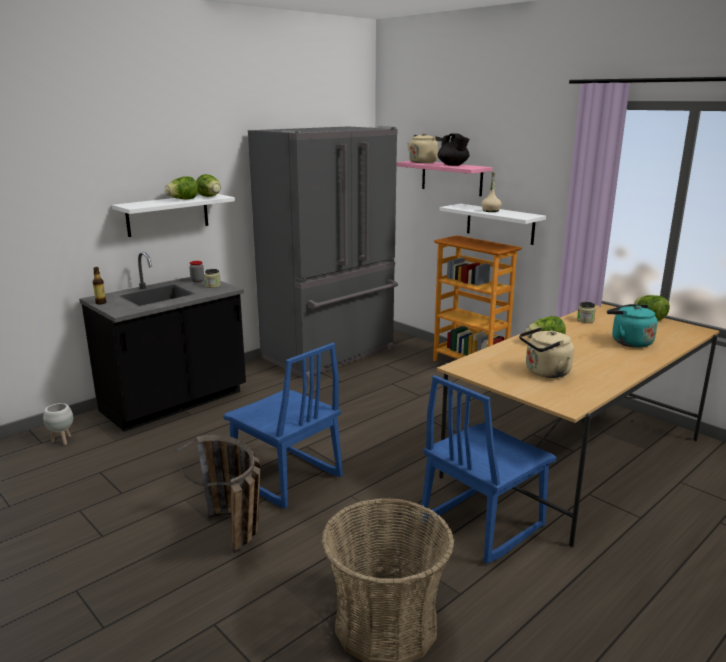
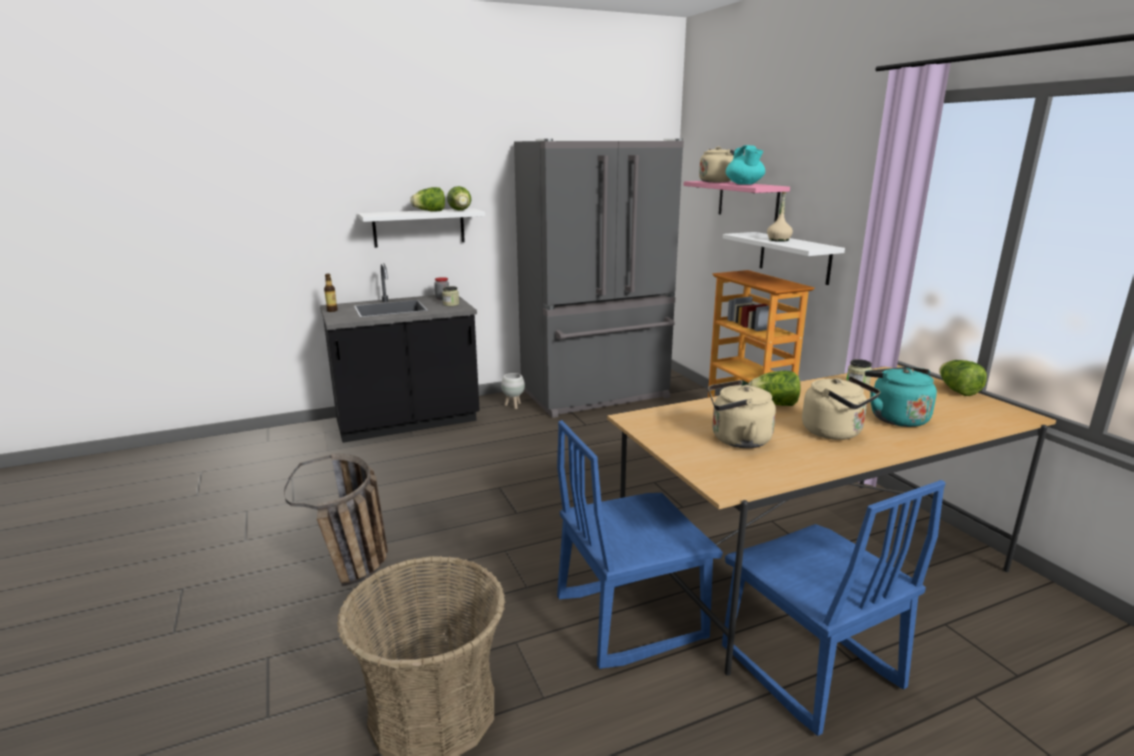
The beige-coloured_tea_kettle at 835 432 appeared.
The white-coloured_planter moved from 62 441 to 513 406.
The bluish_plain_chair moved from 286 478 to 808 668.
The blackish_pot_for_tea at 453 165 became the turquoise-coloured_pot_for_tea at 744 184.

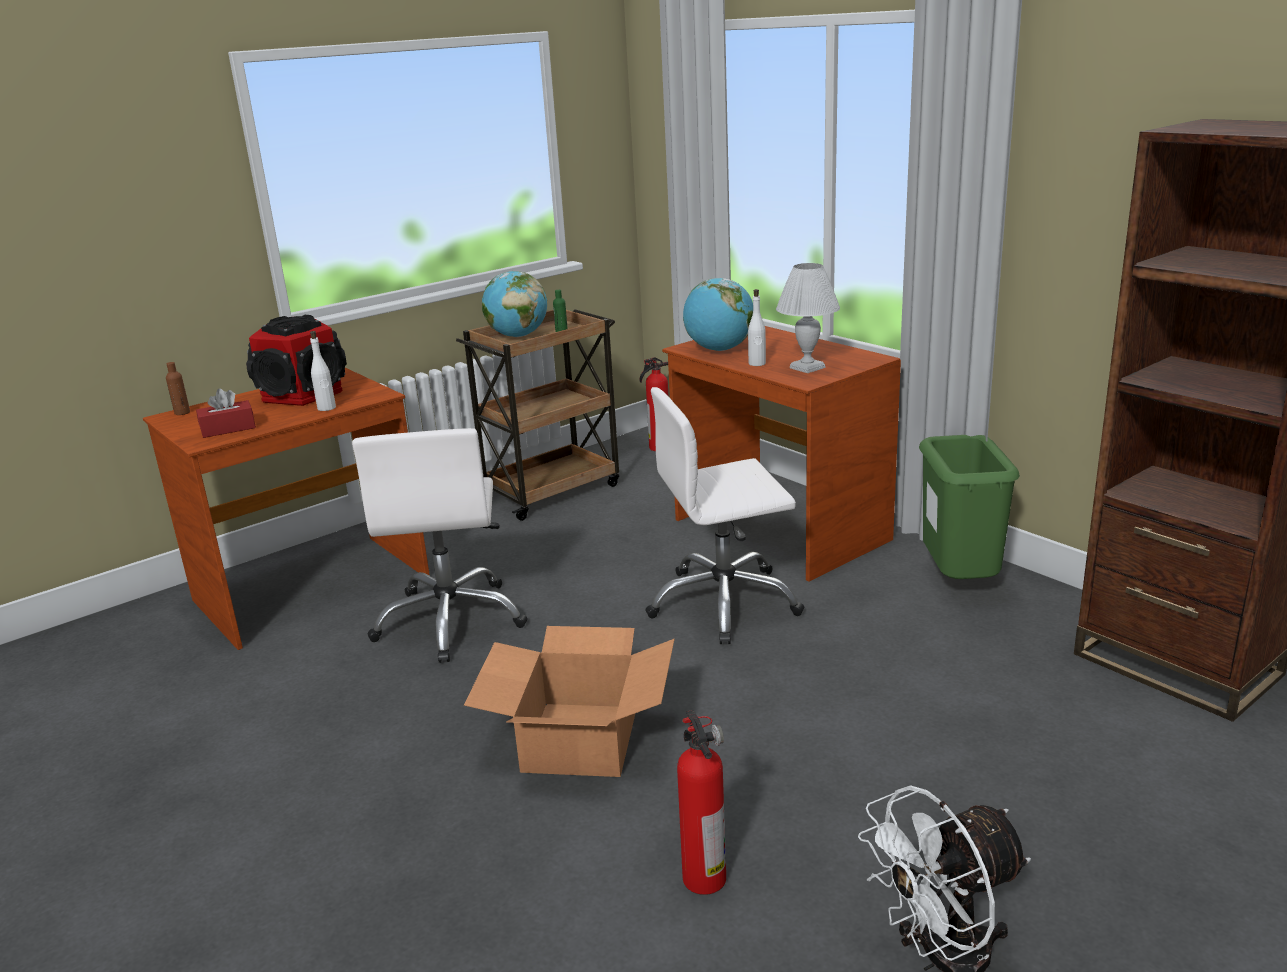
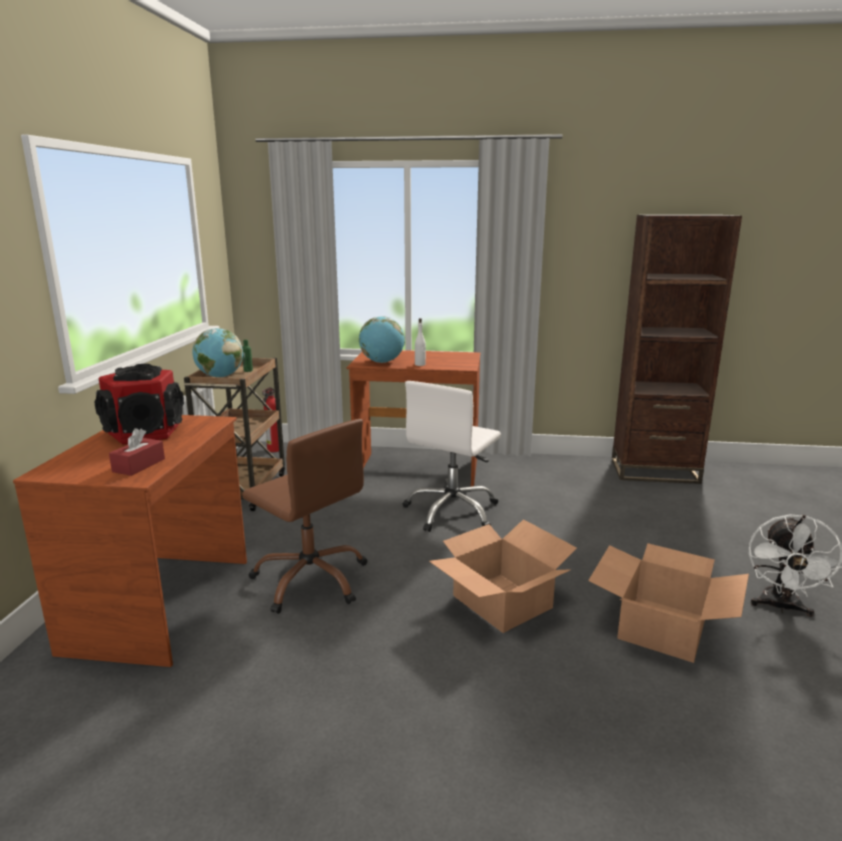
The brown-coloured_bottle at 182 413 disappeared.
The white-coloured_bottle at 326 408 disappeared.
The white-coloured_tabletop_lamp at 807 367 disappeared.
The green_rubbish_bin at 960 583 disappeared.
The fire_extinguisher at 703 876 was replaced by the packing_box at 661 628.
The white-coloured_computer_chair at 451 620 became the brown-coloured_computer_chair at 311 579.

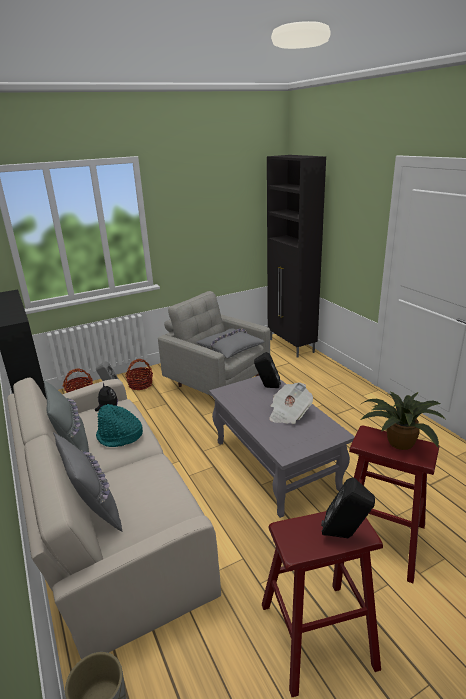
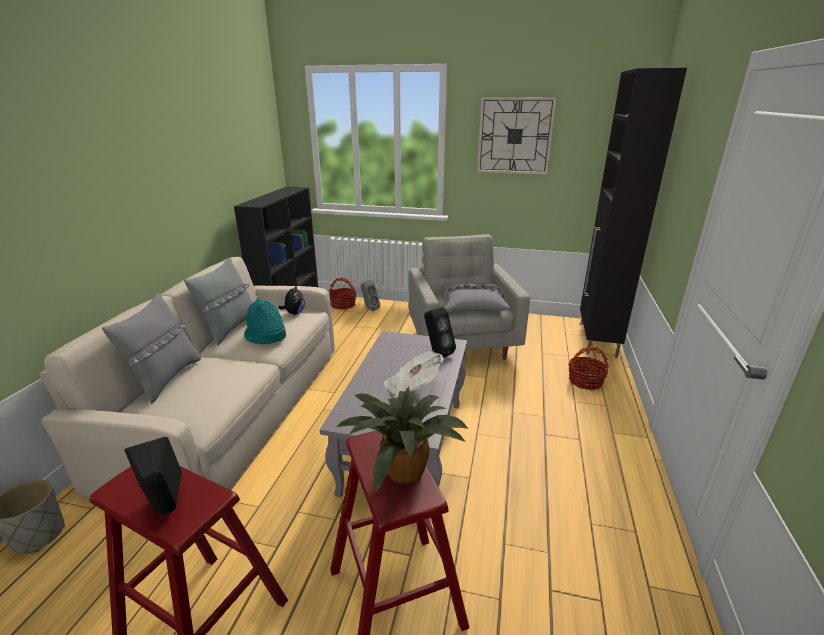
The wall_clock at 514 136 appeared.
The household_basket moved from 140 384 to 585 381.

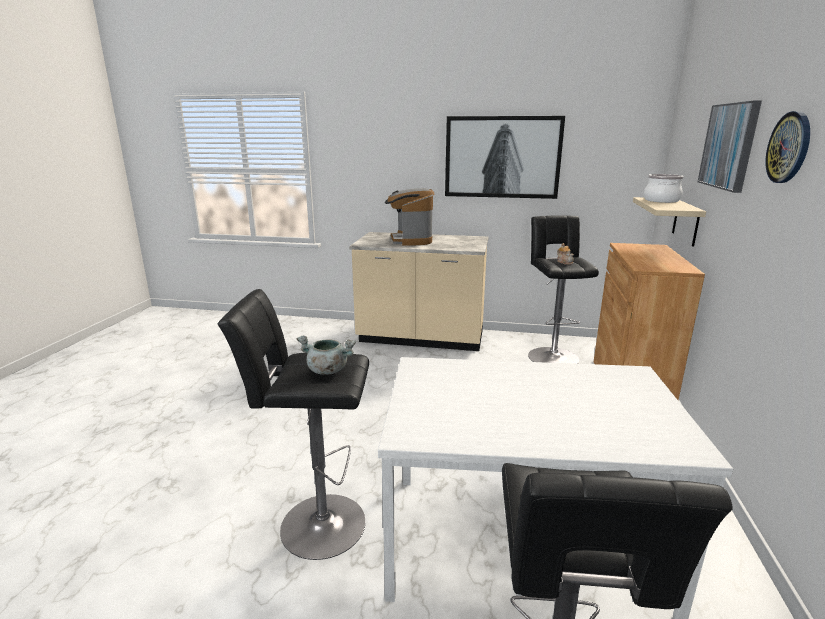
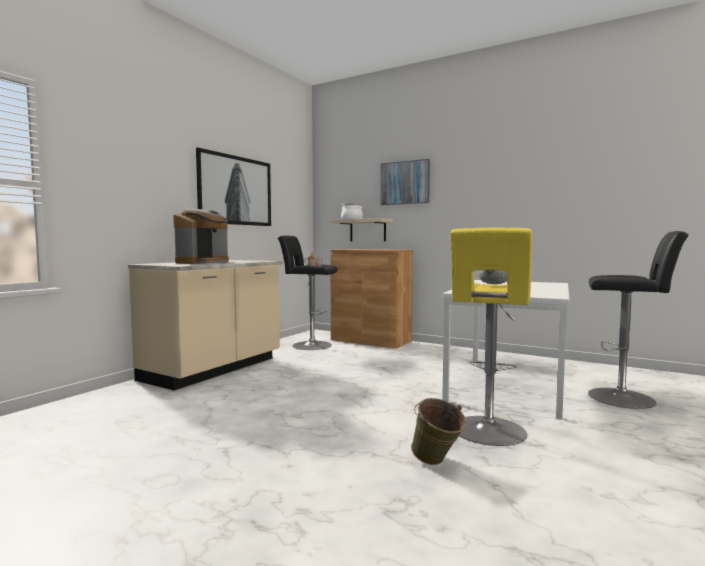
The wall_clock at 789 147 disappeared.
The green_pail at 437 463 appeared.
The blackish_stool_seat at 316 525 became the yellow-coloured_stool_seat at 488 432.
The coffee_machine at 410 240 turned 75 degrees counterclockwise.

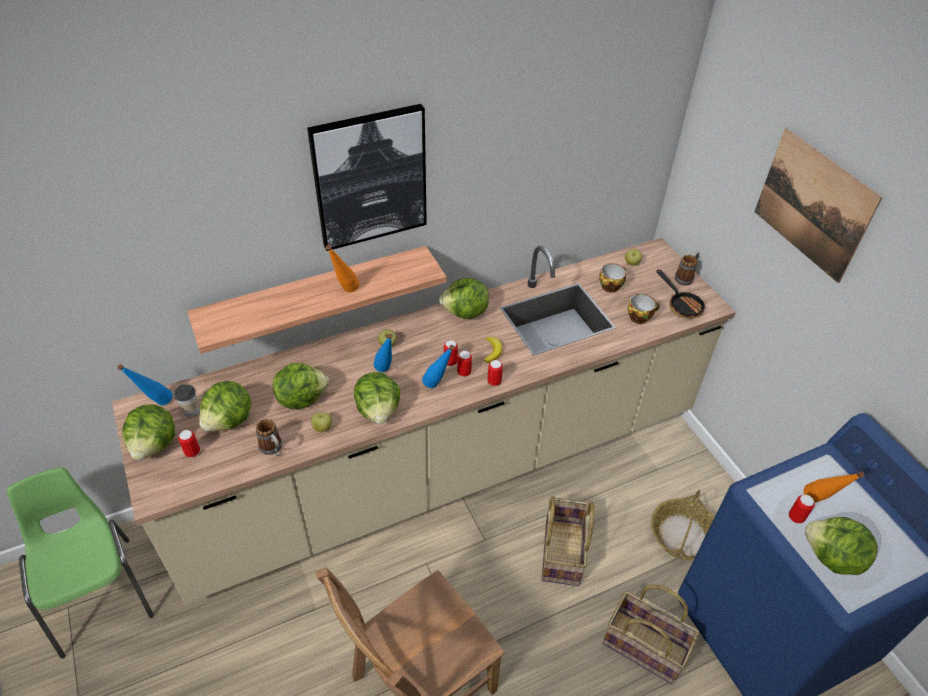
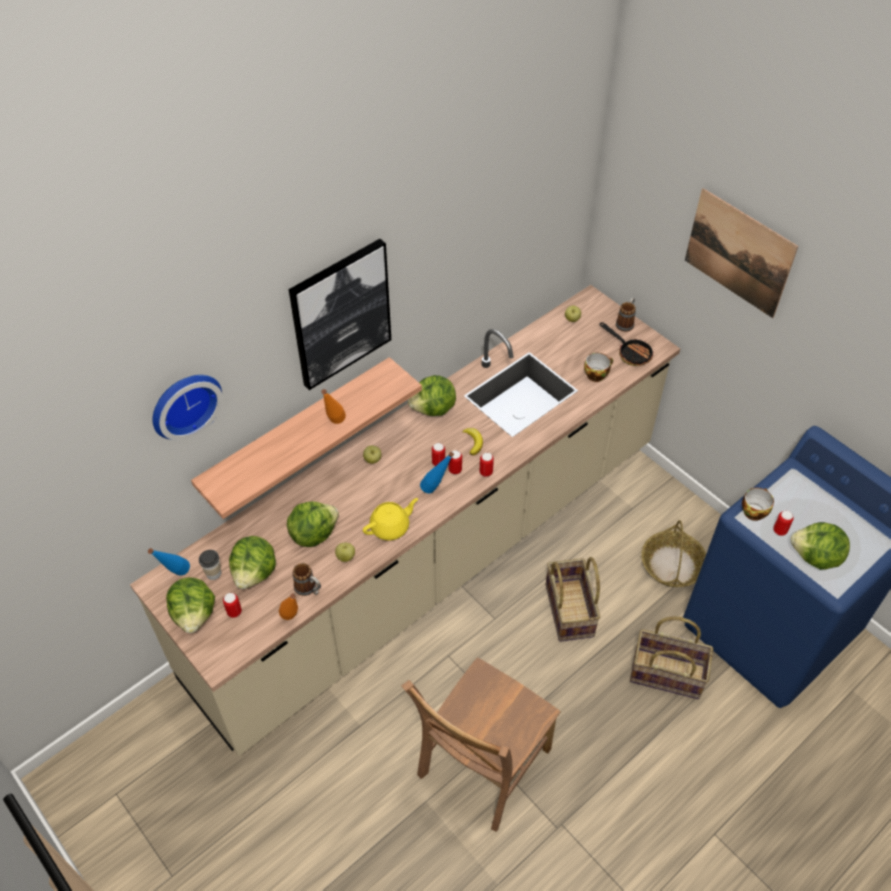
The green_plain_chair at 99 592 disappeared.
The bluish_bottle at 386 373 disappeared.
The wall_clock at 183 403 appeared.
The cup moved from 610 285 to 753 510.
The orange-coloured_bottle moved from 818 504 to 293 620.
The lettuce_head at 378 410 was replaced by the yellow-coloured_pot_for_tea at 390 527.

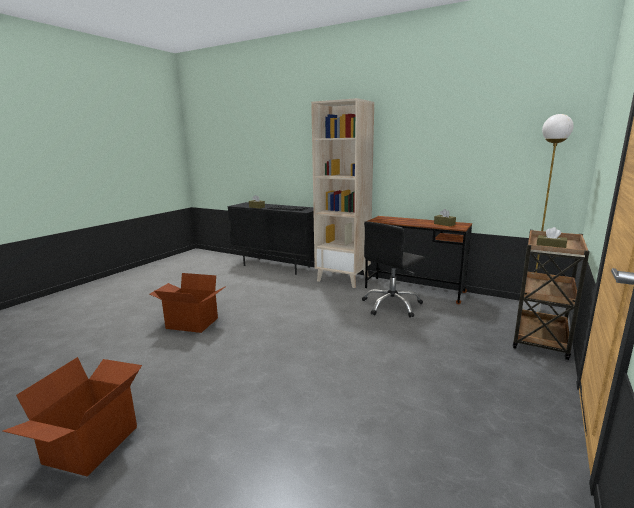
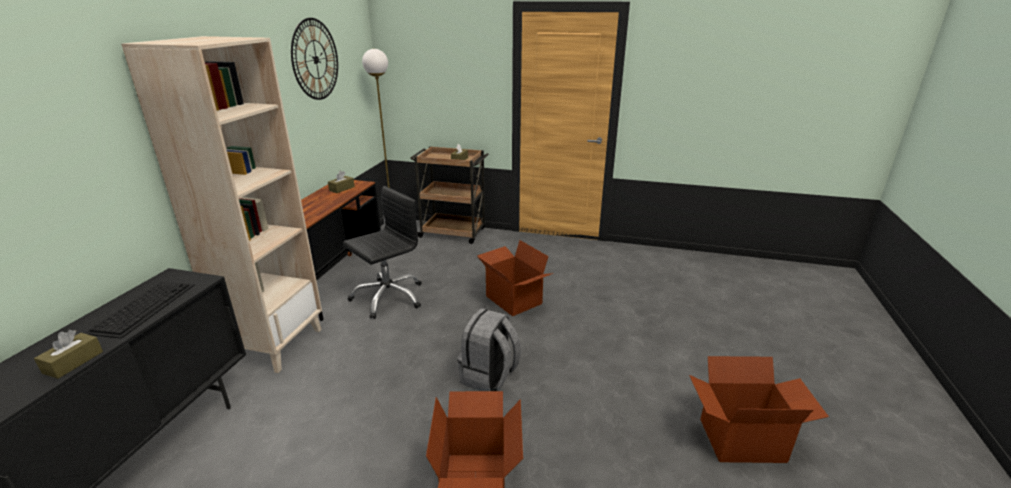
The wall_clock at 315 59 appeared.
The greyish_rucksack at 489 376 appeared.
The packing_box at 512 300 appeared.
The blackish_computer_chair at 392 305 turned 75 degrees counterclockwise.

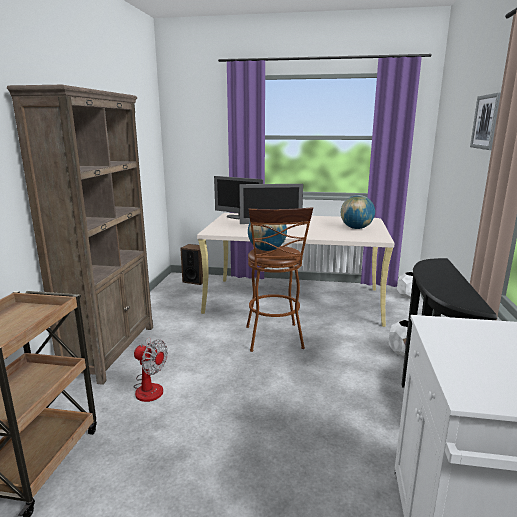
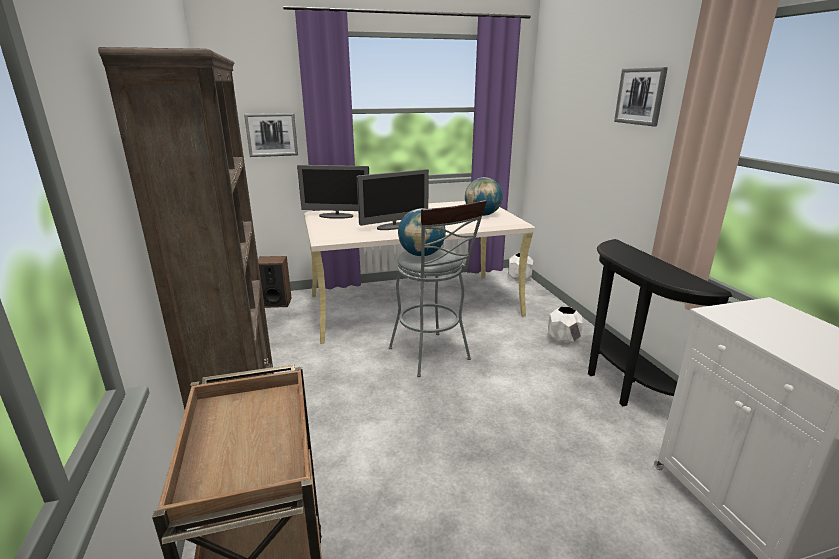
The electric_fan at 150 387 disappeared.
The wall_picture at 271 134 appeared.
The brown-coloured_stool_seat at 275 340 became the greyish_stool_seat at 433 357.

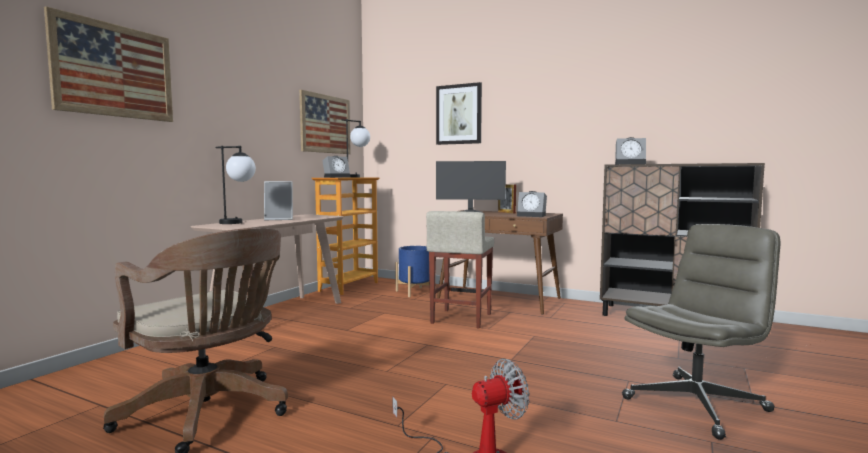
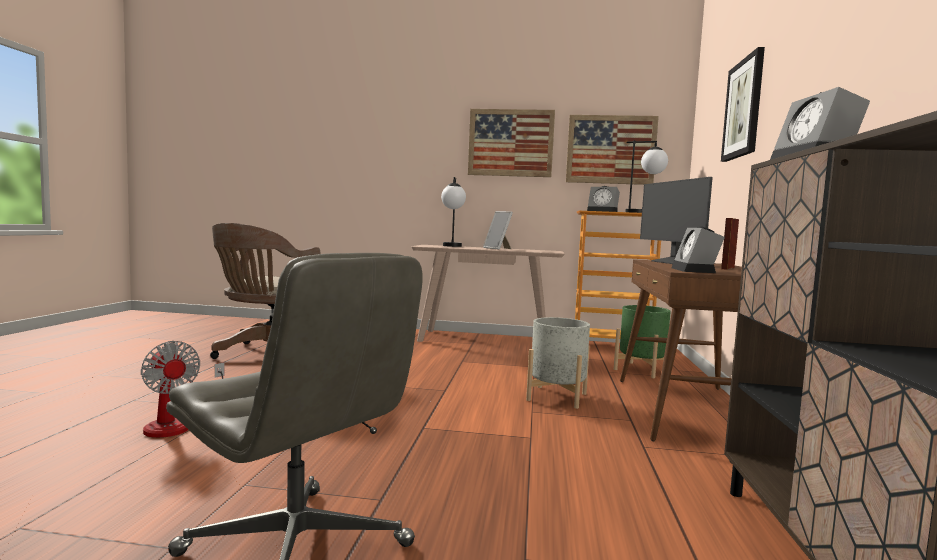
The wall_picture moved from 114 71 to 510 143.
The beige-coloured_stool_seat at 461 319 was replaced by the greyish_planter at 557 397.
The bluish_planter at 415 292 became the green_planter at 641 370.

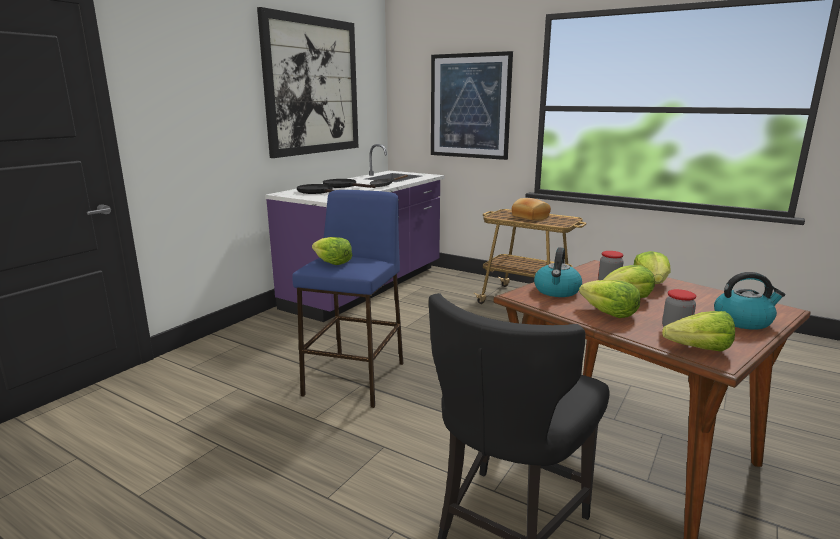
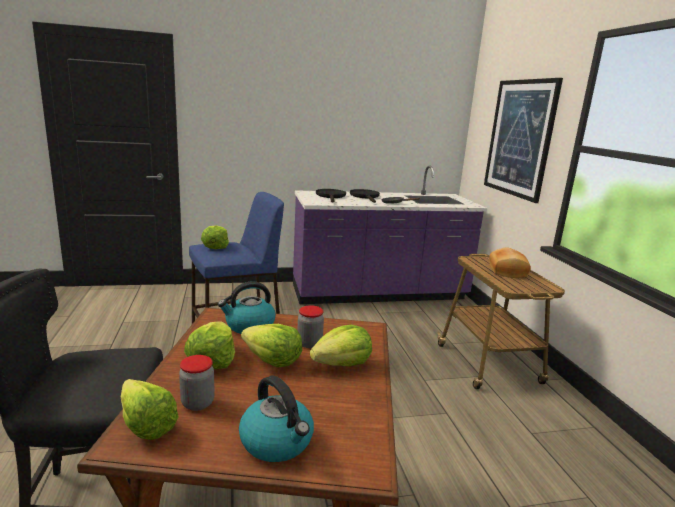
The wall_picture at 312 86 disappeared.

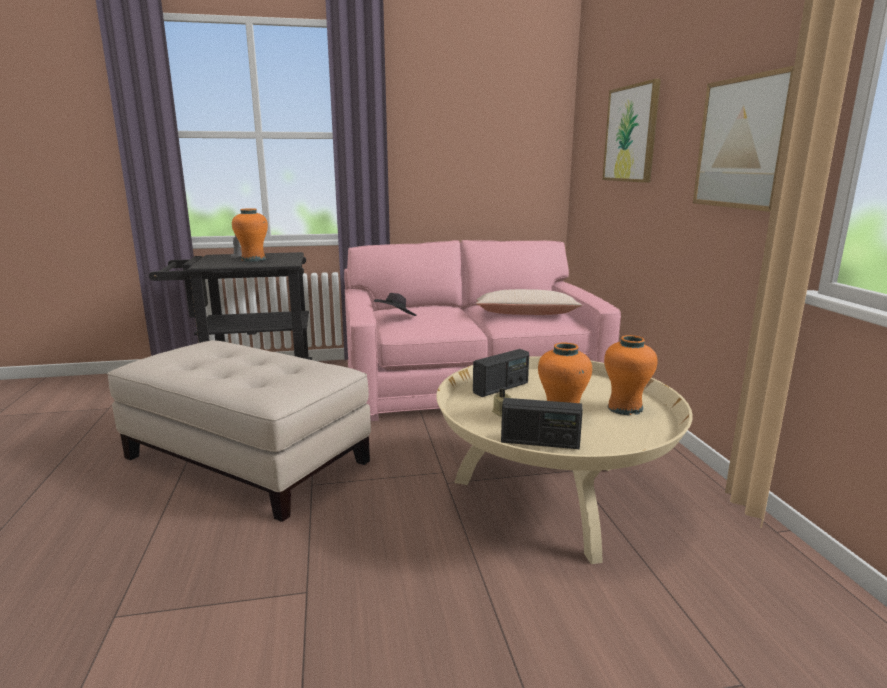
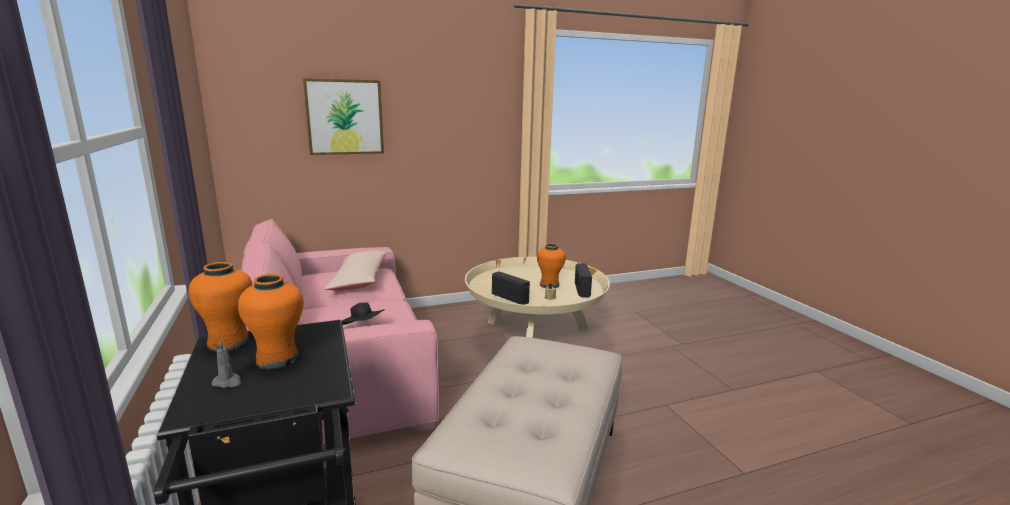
The wall_picture at 745 143 disappeared.
The orange-coloured_vase moved from 625 408 to 228 342.

